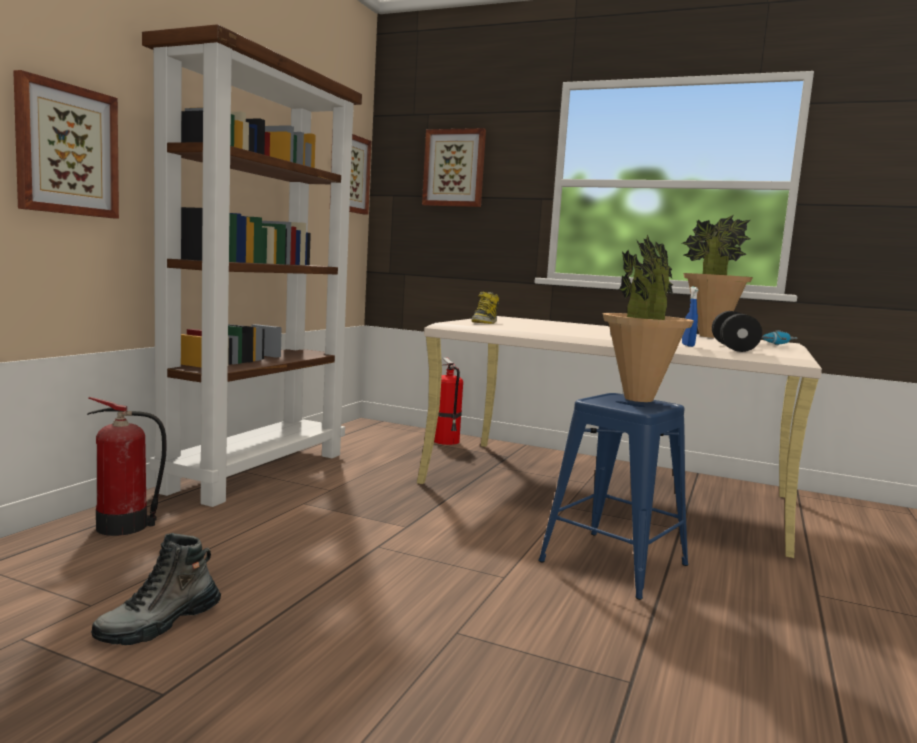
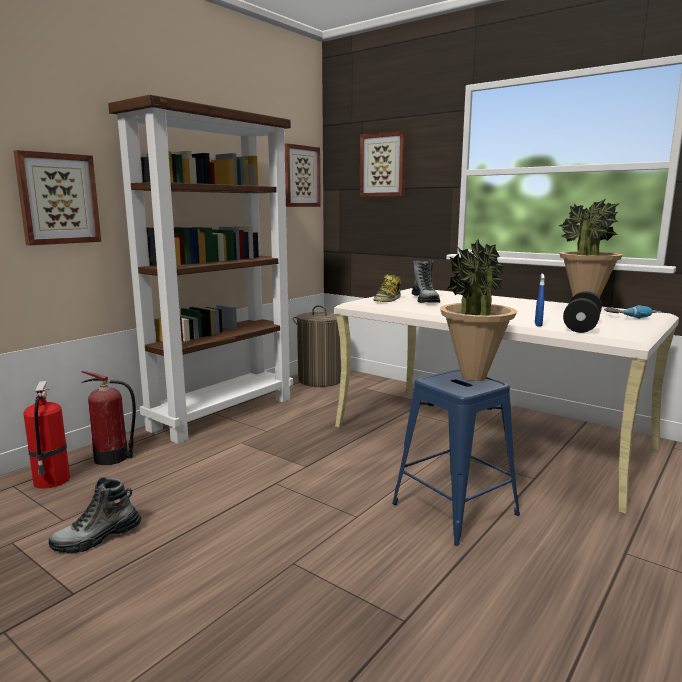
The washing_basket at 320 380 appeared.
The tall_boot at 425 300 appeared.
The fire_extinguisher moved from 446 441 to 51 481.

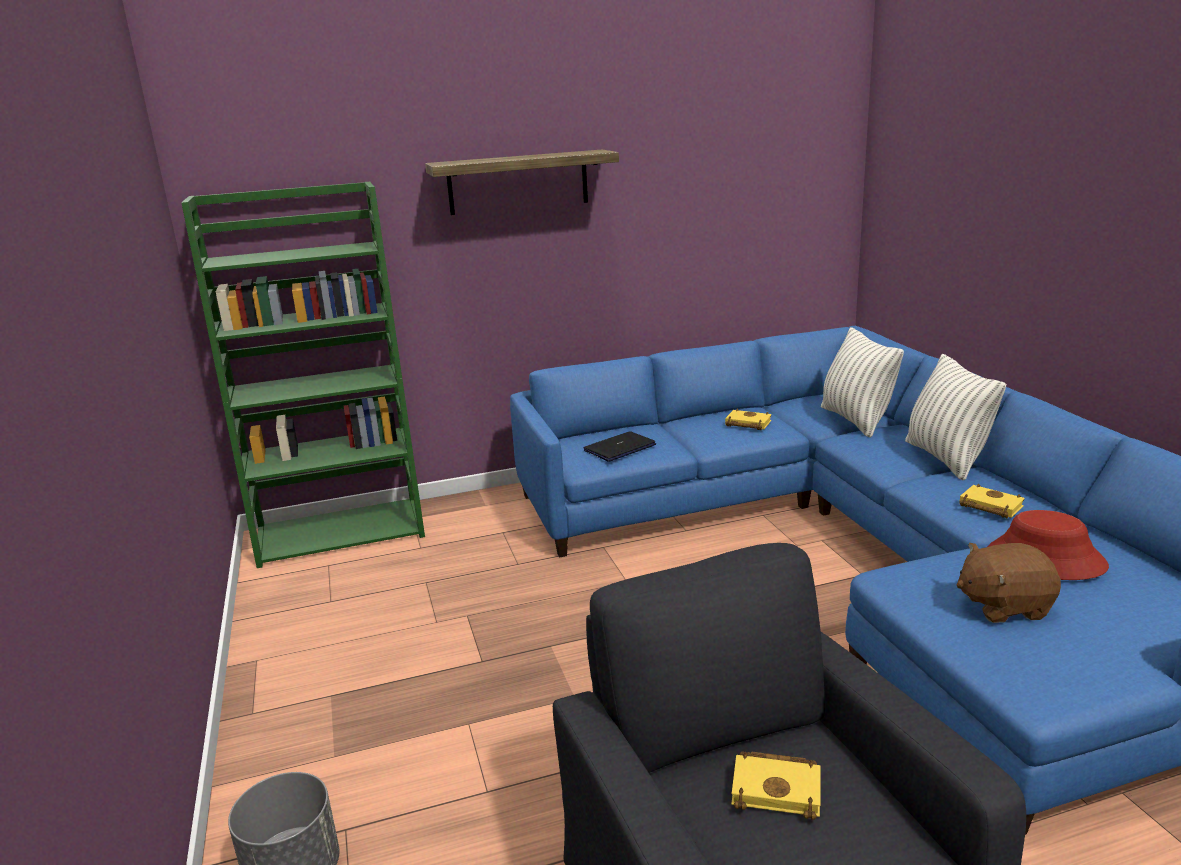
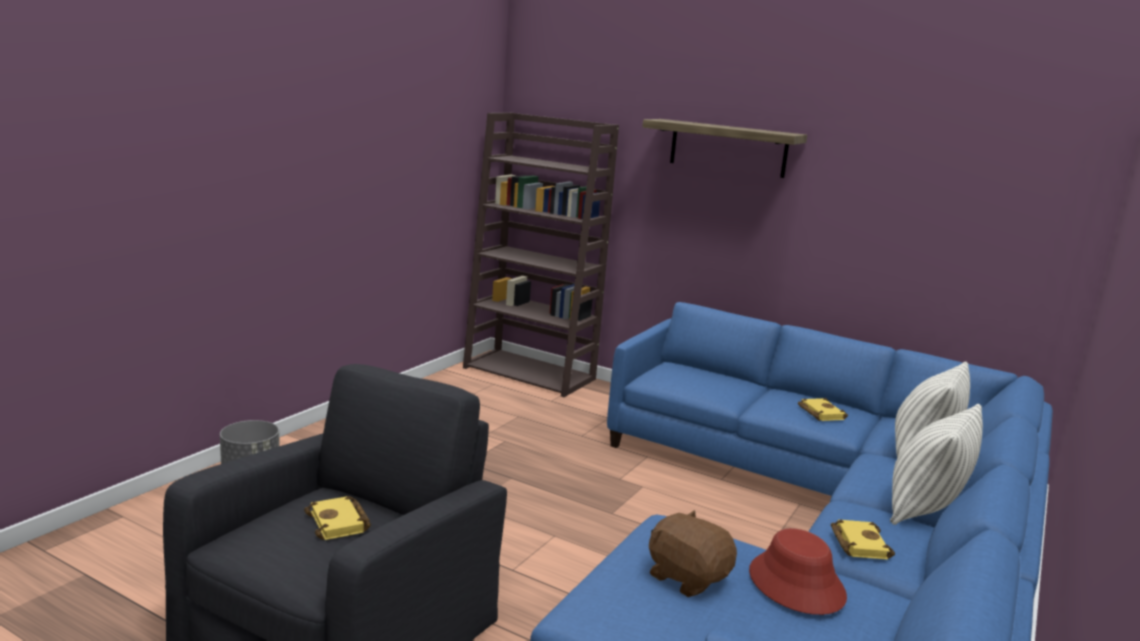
The notebook_computer at 619 448 disappeared.
The green_shelving_unit at 342 532 became the brown-coloured_shelving_unit at 531 373.

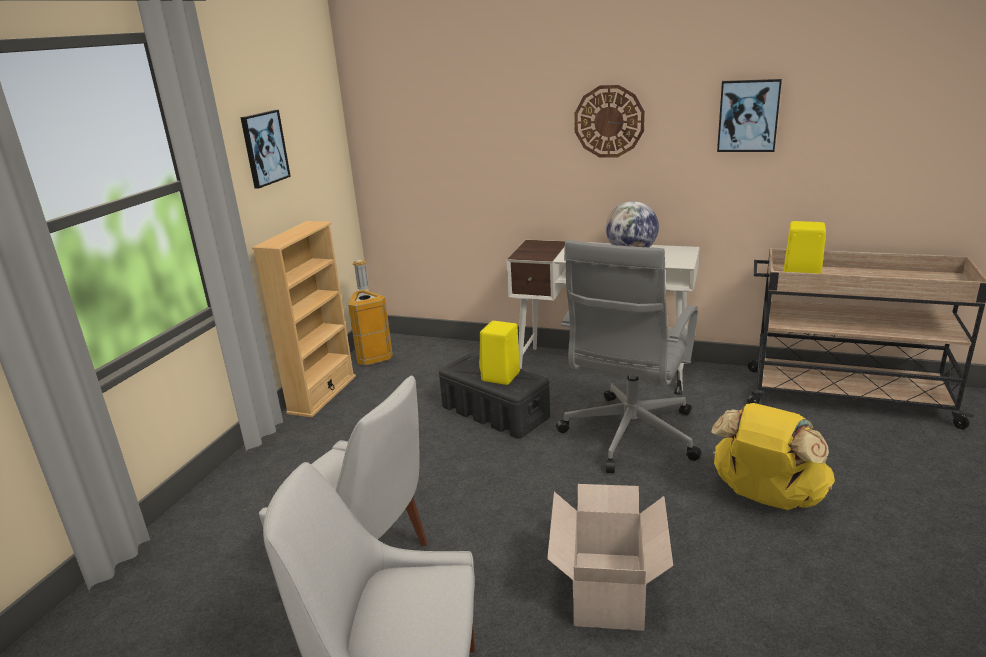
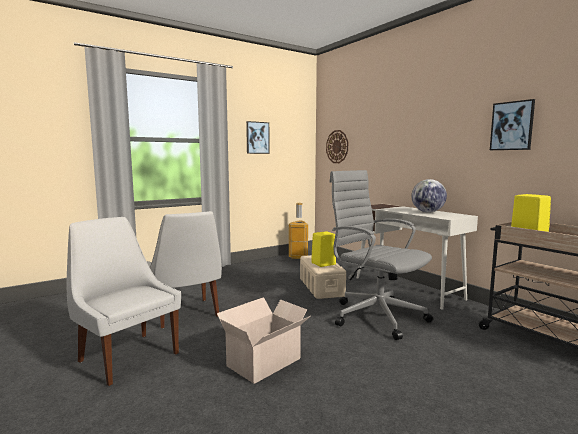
The beige-coloured_shelving_unit at 322 394 disappeared.
The yellow-coloured_rucksack at 766 498 disappeared.
The wall_clock moved from 609 121 to 337 146.
The blackish_storage_box at 494 412 became the beige-coloured_storage_box at 321 287.
The greyish_computer_chair at 629 436 turned 75 degrees clockwise.

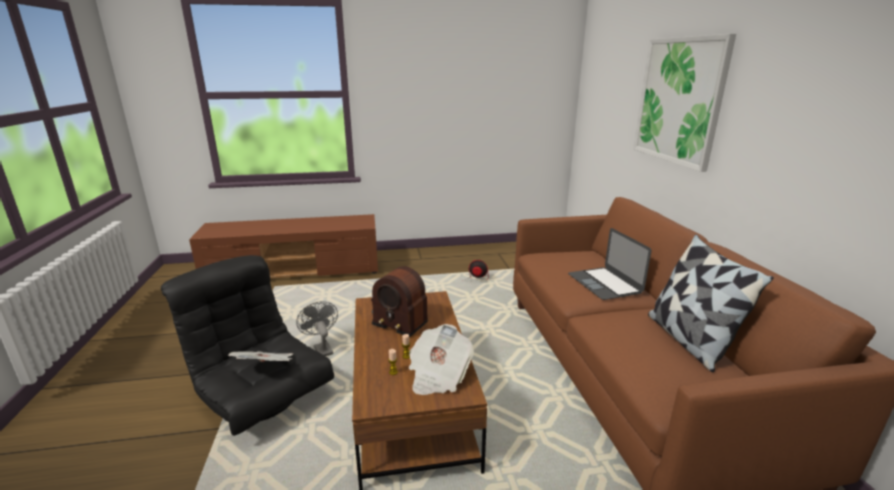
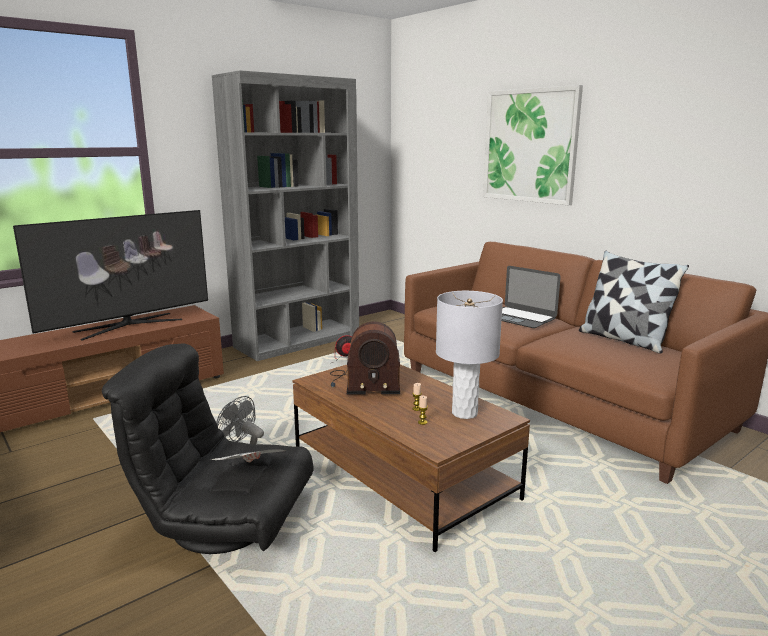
The TV_set at 128 326 appeared.
The greyish_shelving_unit at 298 341 appeared.
The newspaper at 438 375 was replaced by the greyish_tabletop_lamp at 465 413.

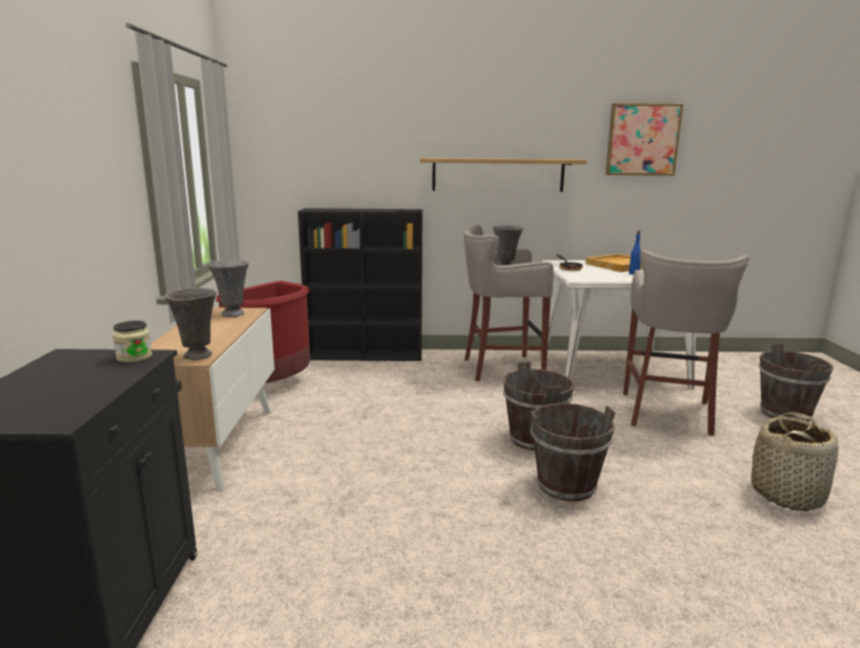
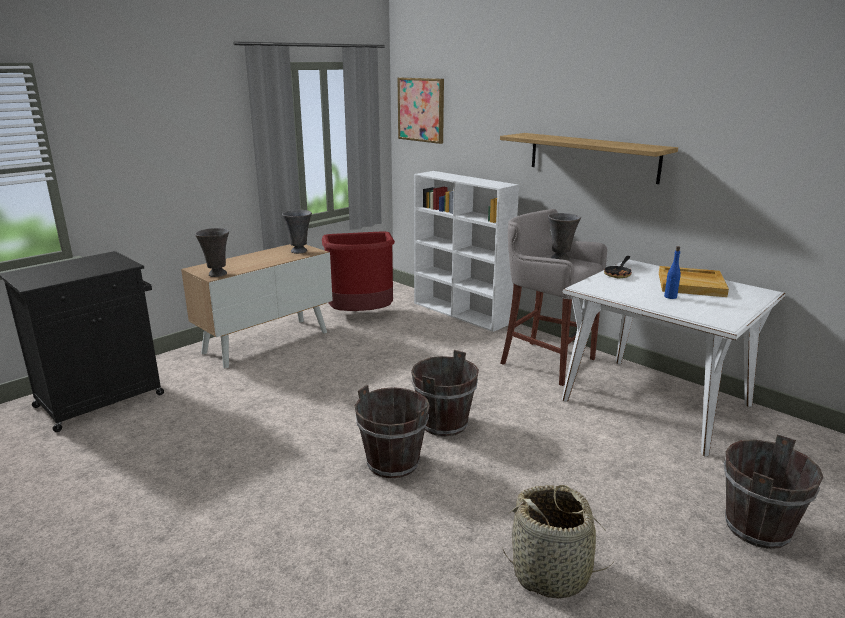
The storage_jar at 134 357 disappeared.
The greyish_stool_seat at 667 414 disappeared.
The wall_picture moved from 642 140 to 421 110.
The blackish_shelving_unit at 366 355 became the white-coloured_shelving_unit at 461 313.

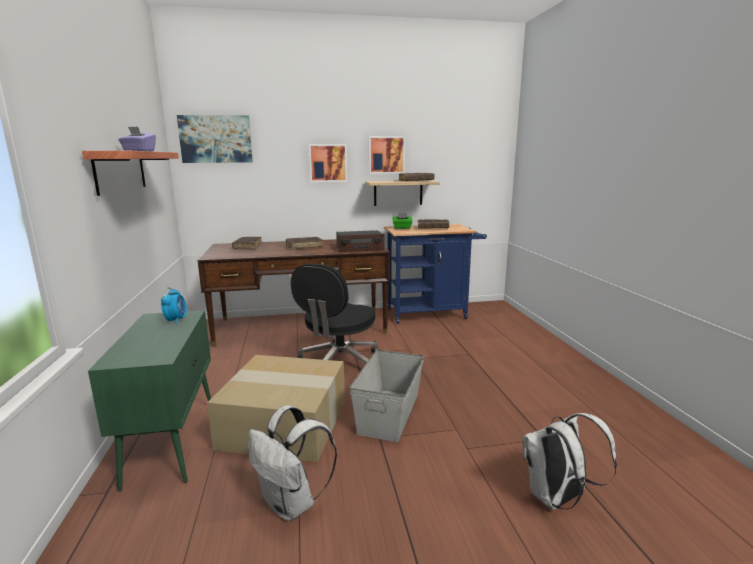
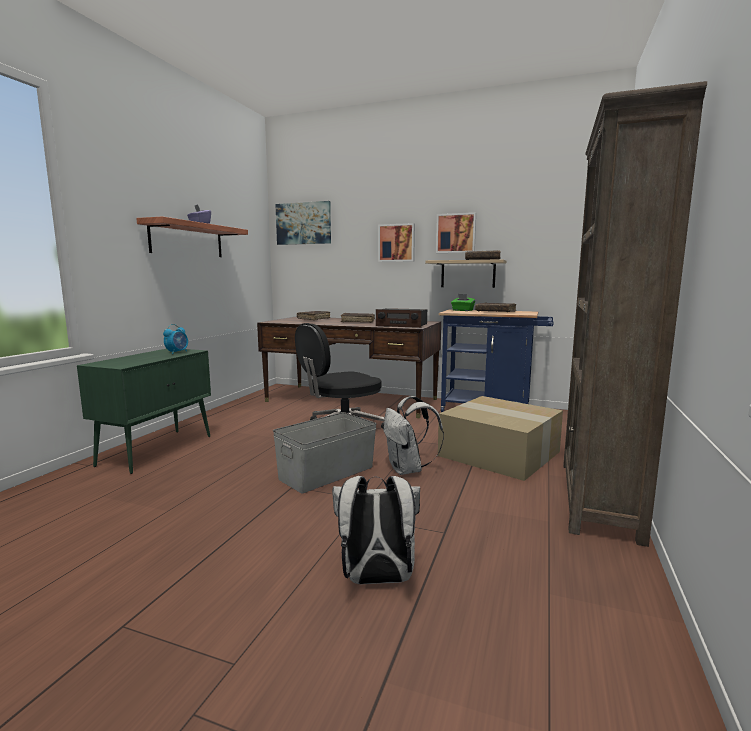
The brown-coloured_shelving_unit at 598 499 appeared.
The packing_box moved from 286 423 to 501 453.
The white-coloured_rucksack moved from 292 504 to 407 469.

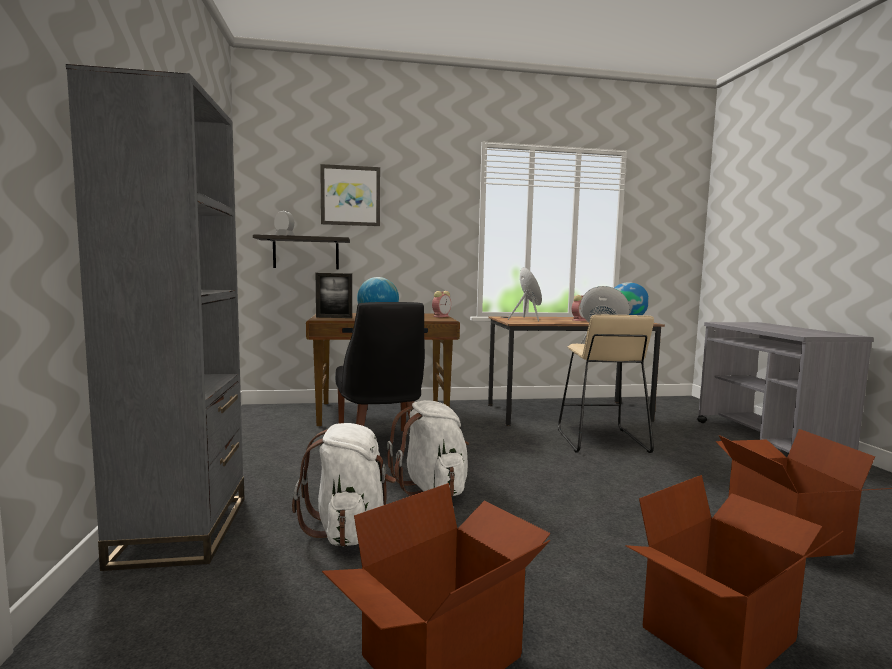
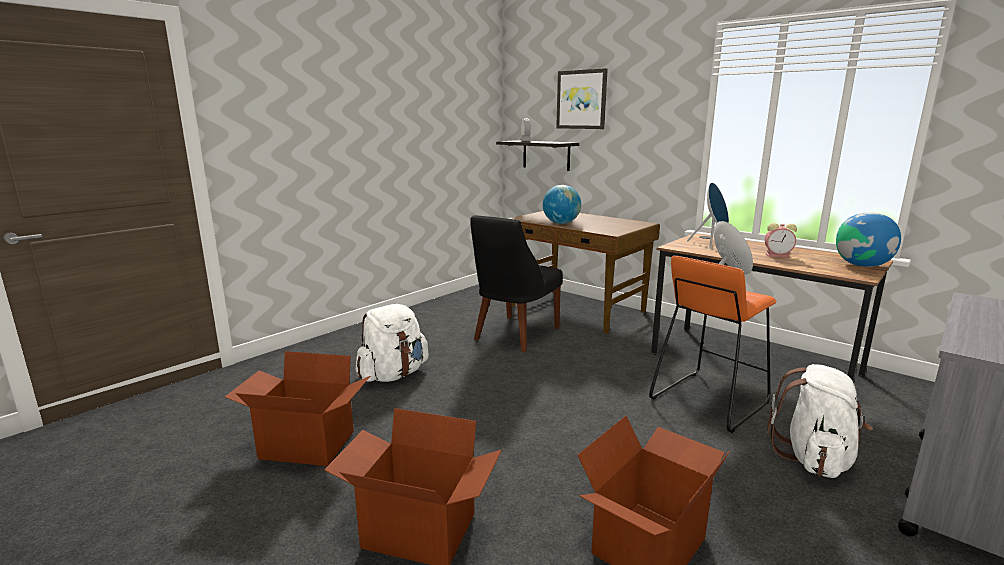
The greyish_shelving_unit at 183 530 disappeared.
The standing_frame at 334 317 disappeared.
The alarm_clock at 441 316 disappeared.
The white-coloured_rucksack moved from 432 488 to 814 458.
The beige-coloured_stool_seat at 600 440 became the orange-coloured_stool_seat at 708 400.

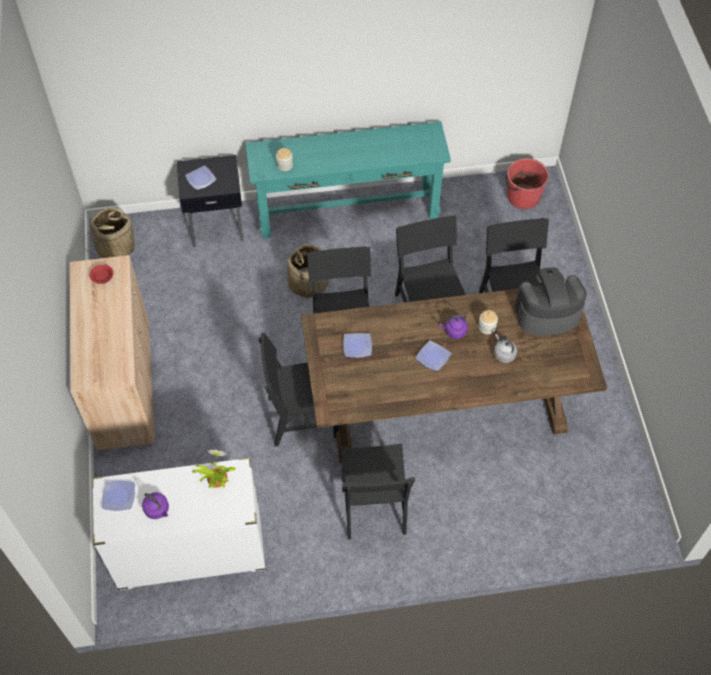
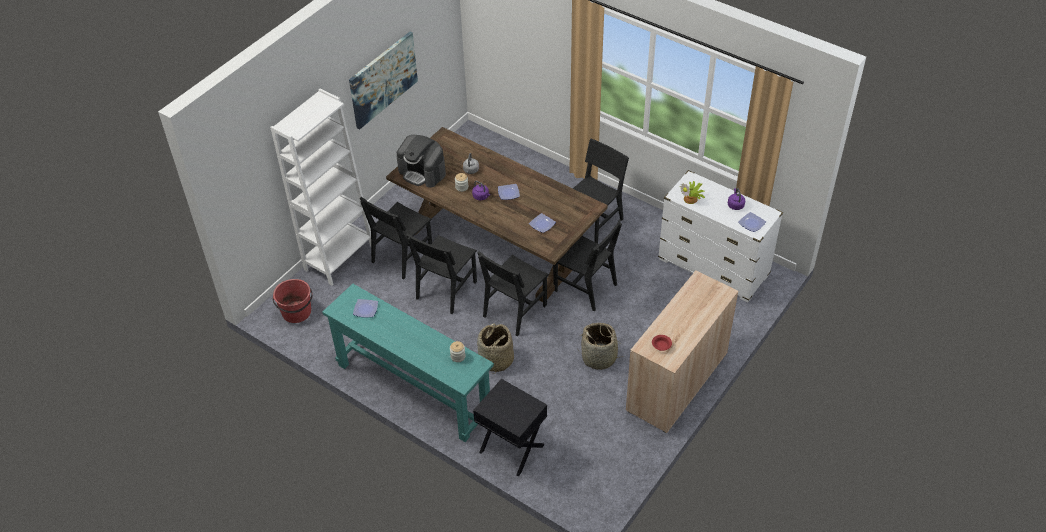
The white-coloured_shelving_unit at 339 258 appeared.
The wall_picture at 383 79 appeared.
The household_basket moved from 115 247 to 599 357.
The flat_dish moved from 201 179 to 365 309.

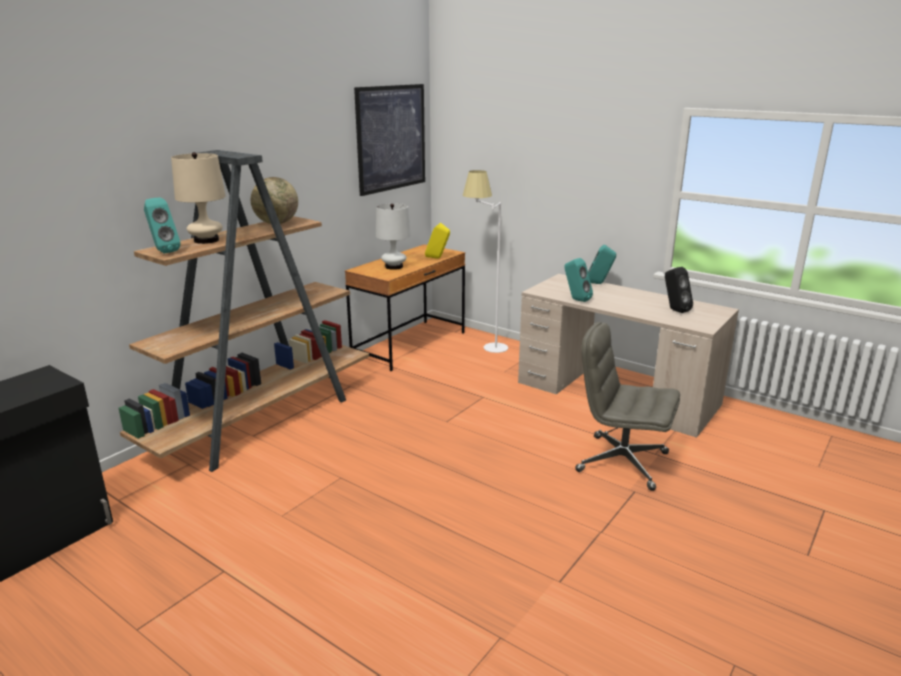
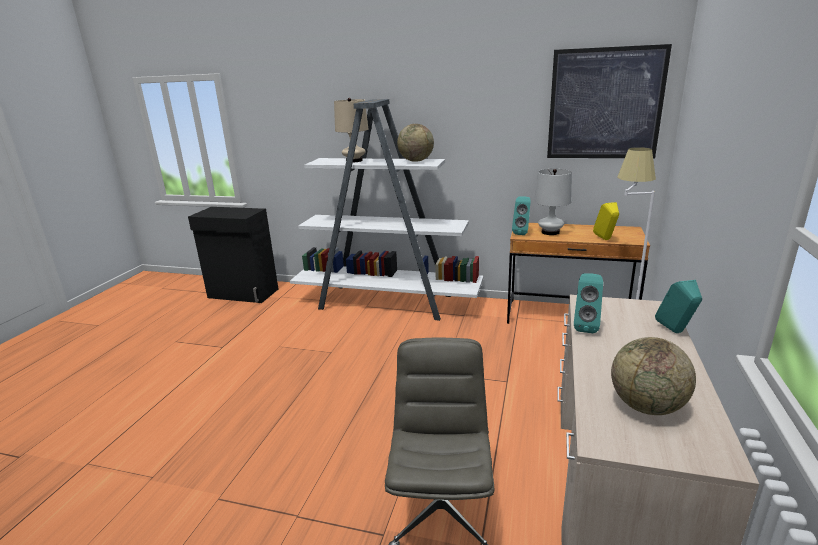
The turquoise-coloured_speaker moved from 163 252 to 521 233.
The blackish_speaker at 674 310 was replaced by the globe at 647 406.
The brown-coloured_shelving_unit at 262 420 became the white-coloured_shelving_unit at 388 302.

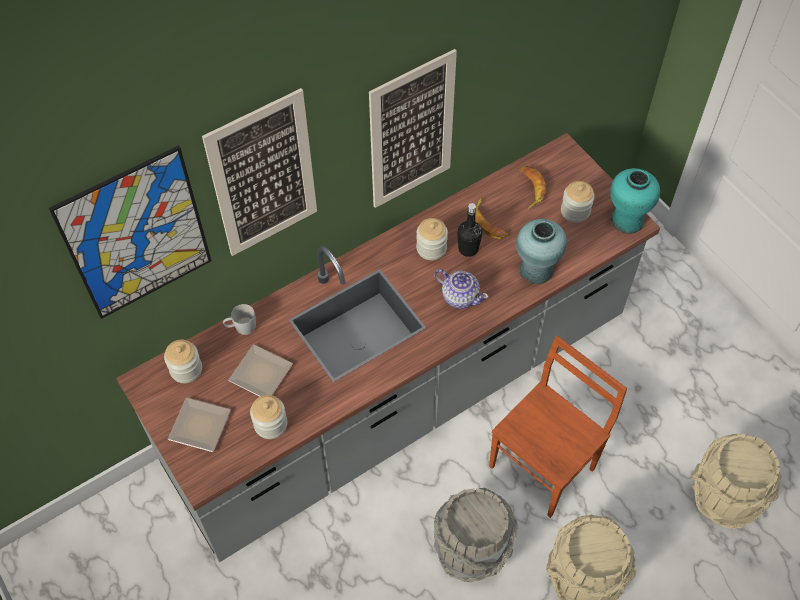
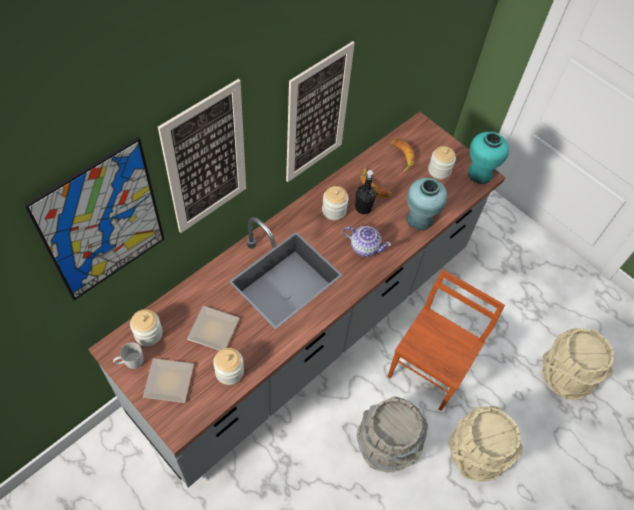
The white-coloured_mug moved from 241 327 to 130 362.

